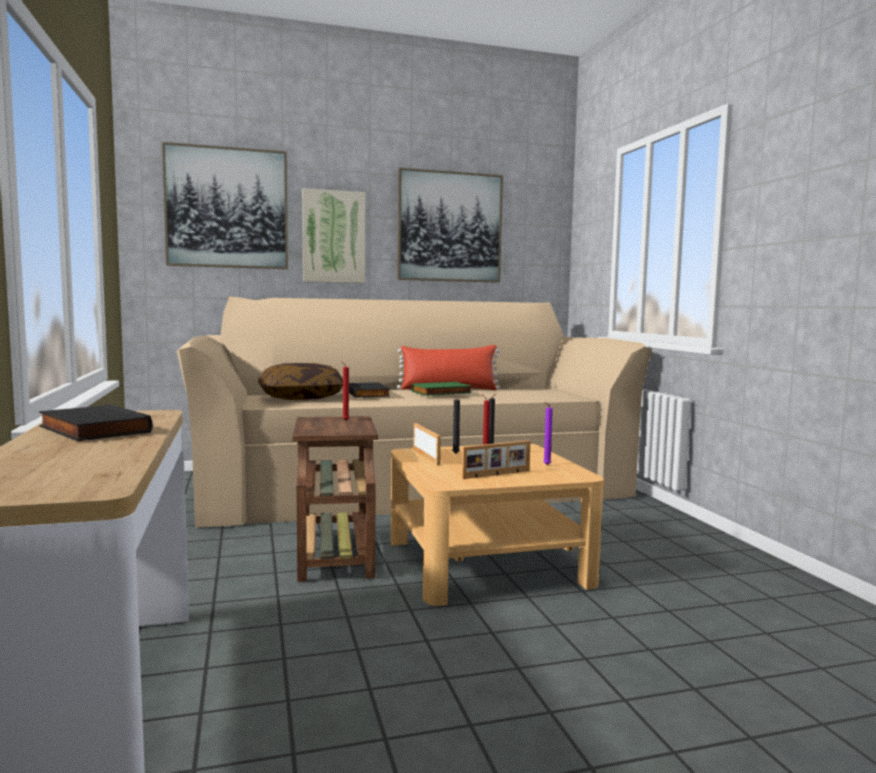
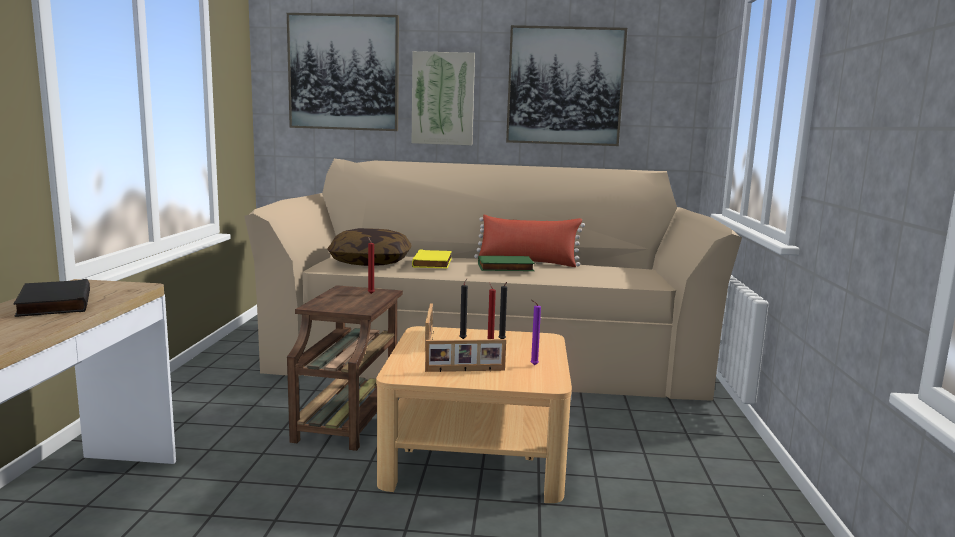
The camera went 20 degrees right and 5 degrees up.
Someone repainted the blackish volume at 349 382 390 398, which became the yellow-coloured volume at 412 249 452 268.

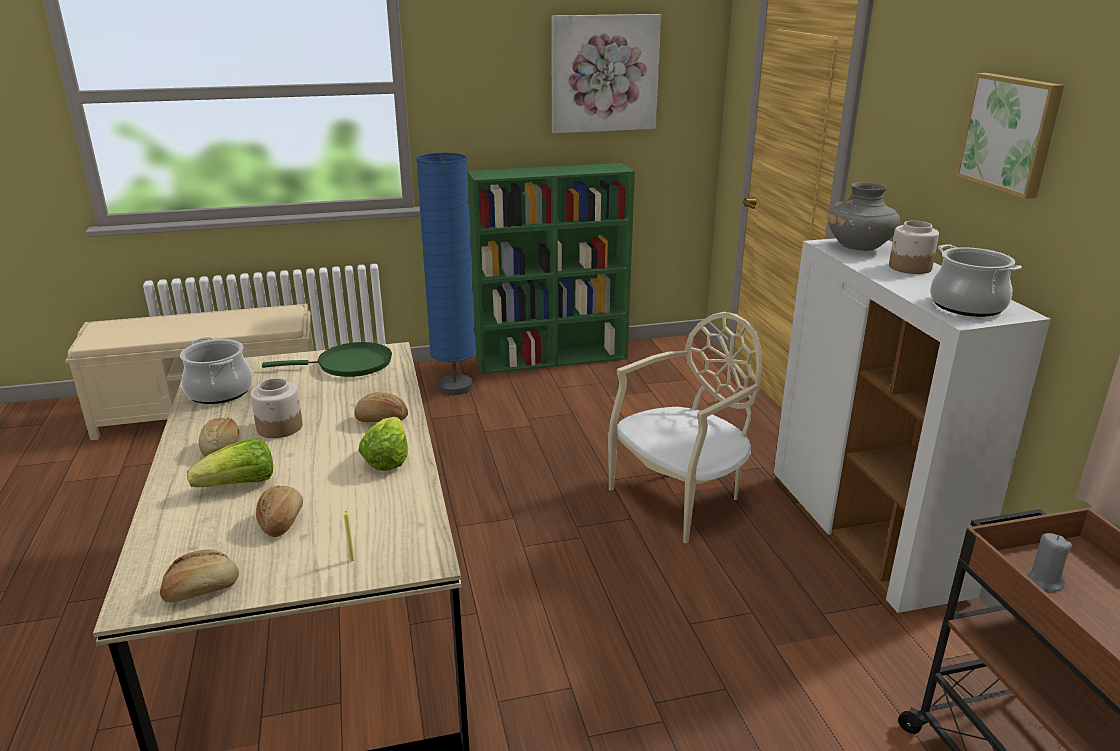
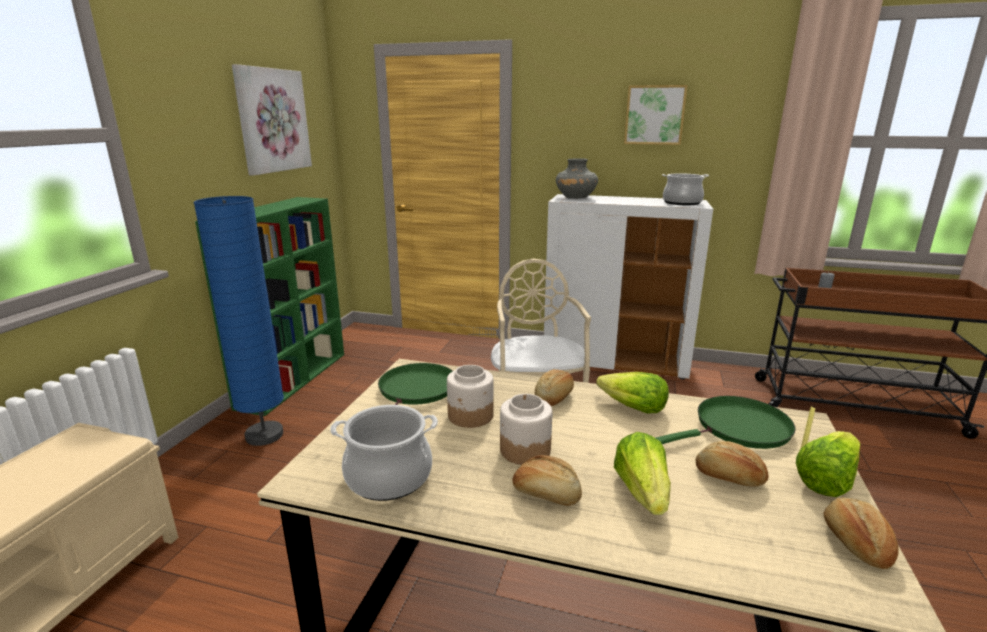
The camera went 60 degrees left and 5 degrees down.
Someone carried the preserve jar from 889 221 939 274 to 447 365 494 428.
Someone put down the greenish pan at 656 396 796 449.
Someone put down the lettuce at 796 431 860 497.

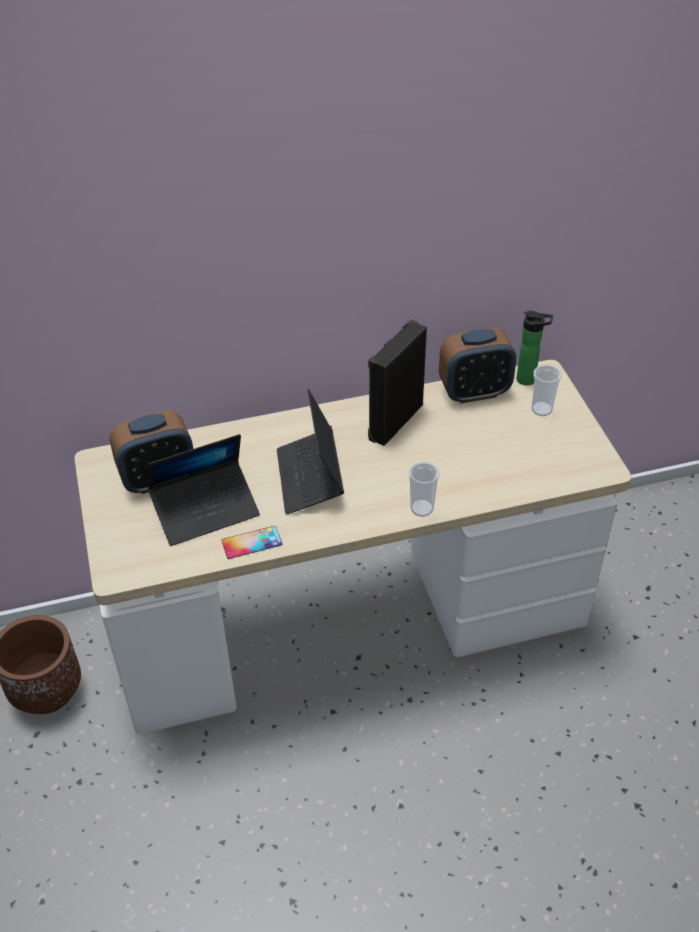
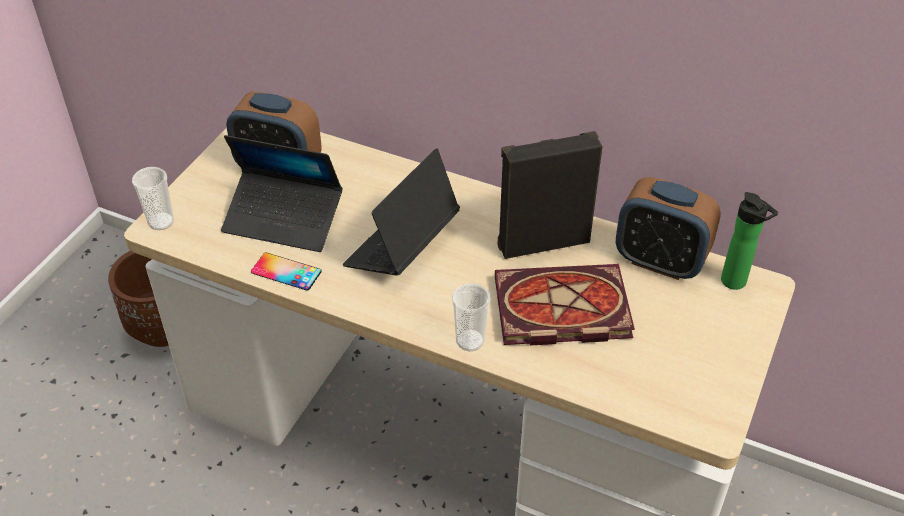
The camera went 40 degrees right and 0 degrees up.
Someone carried the cup from 531 364 562 416 to 132 167 174 230.
Someone put down the volume at 495 264 635 346.

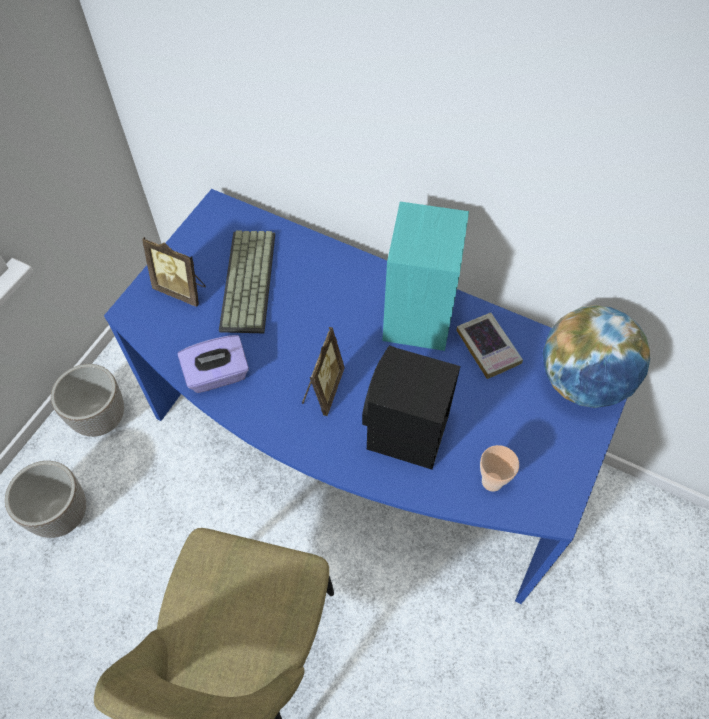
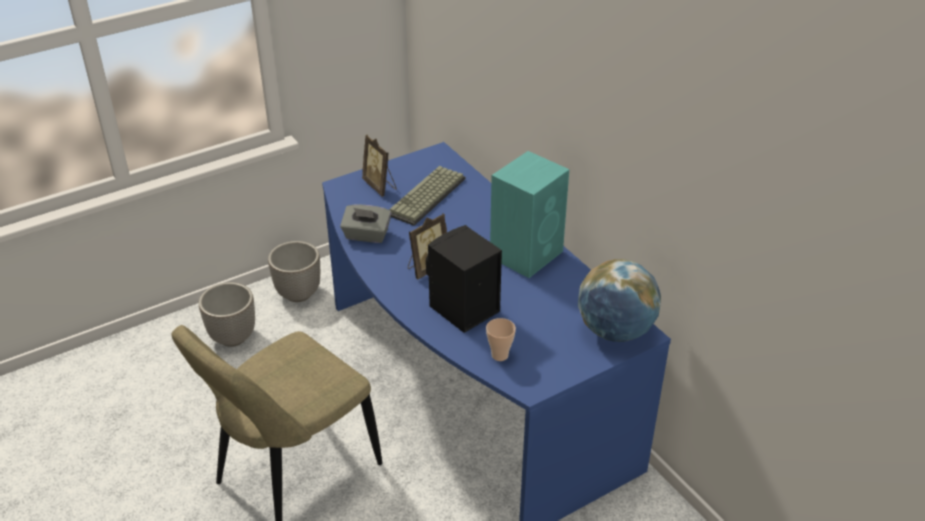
The camera went 30 degrees right and 20 degrees down.
Someone took away the volume at 457 313 523 379.
Someone repainted the purple-coloured tissue holder at 177 335 249 393, which became the grey tissue holder at 340 205 391 243.

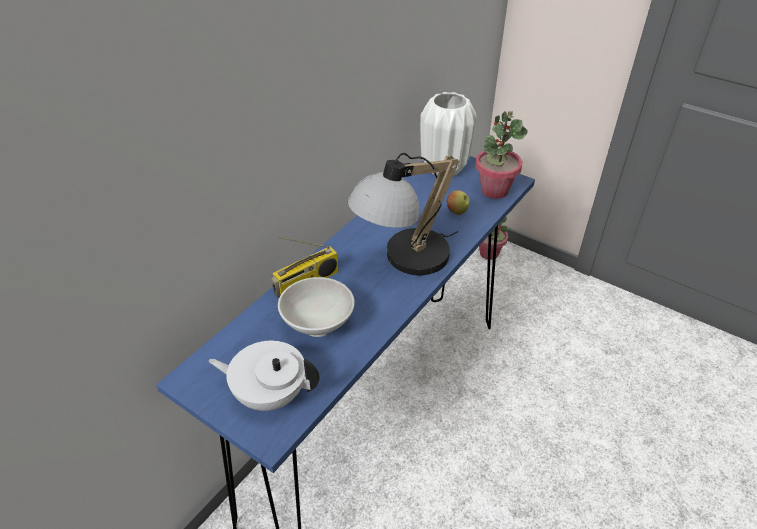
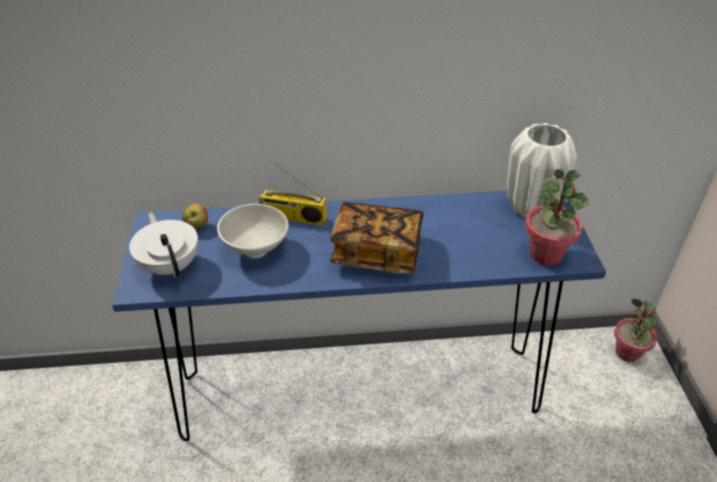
The camera went 50 degrees right and 0 degrees up.
Someone swapped the tabletop lamp at 348 153 459 275 for the volume at 330 202 424 274.
Someone carried the whole apple from 447 190 470 215 to 182 203 208 229.

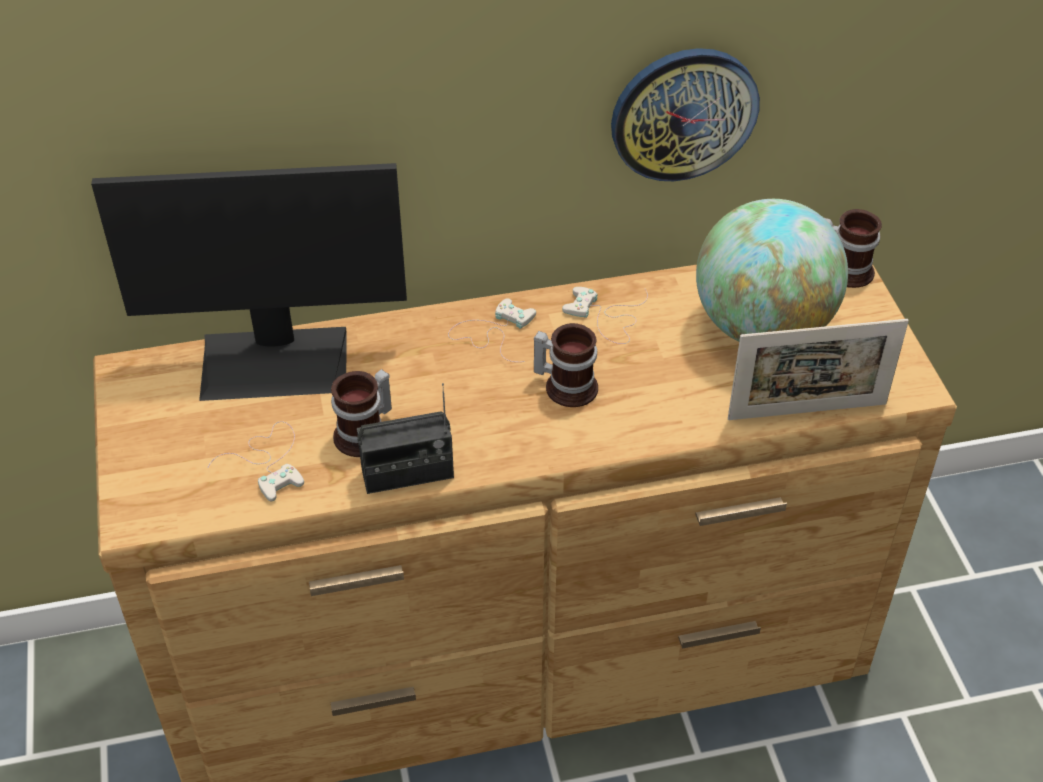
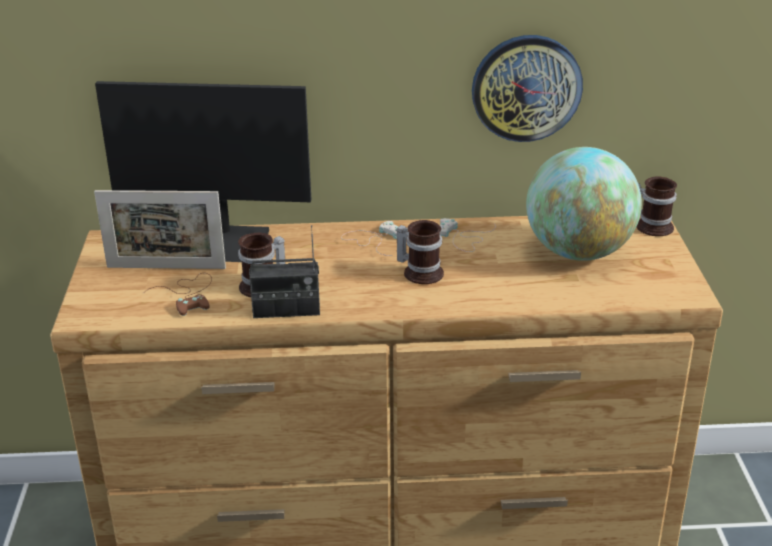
The camera went 10 degrees right and 15 degrees down.
Someone carried the standing frame from 728 319 909 420 to 94 190 226 269.
Someone repainted the white gamepad at 208 421 304 502, which became the brown gamepad at 145 273 212 316.

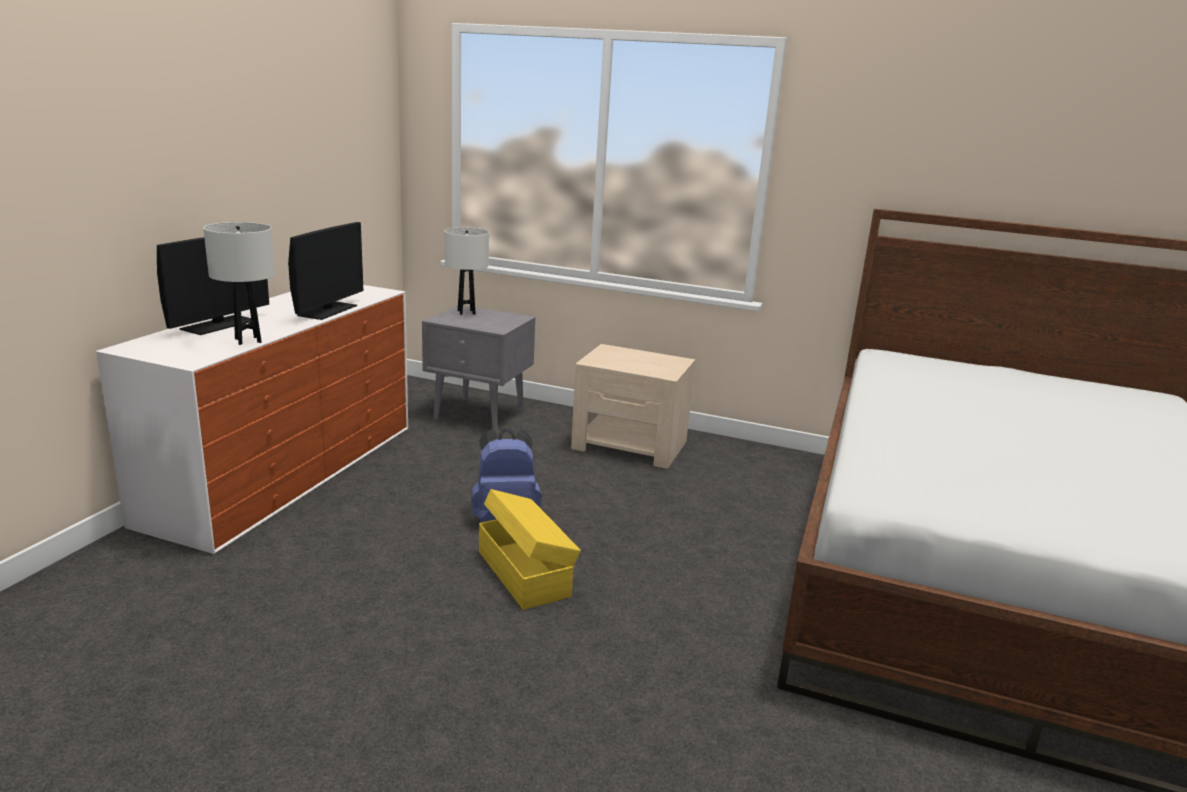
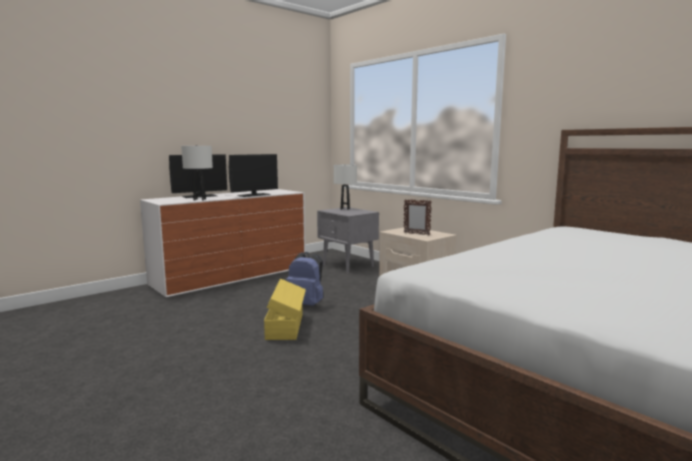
The camera went 30 degrees right and 10 degrees down.
Someone put down the standing frame at 404 199 431 235.

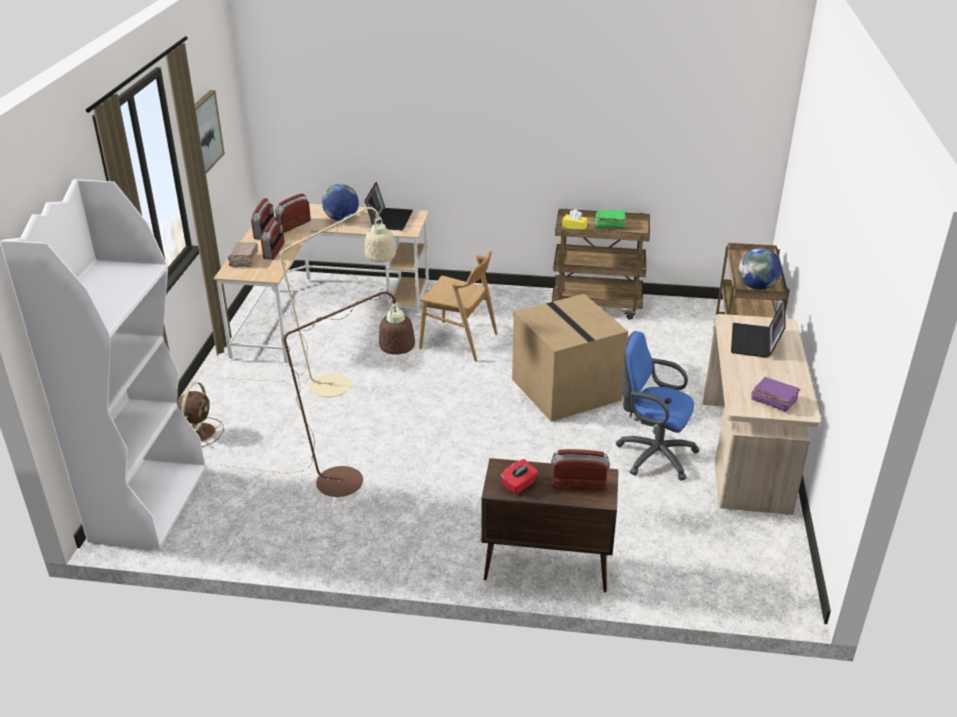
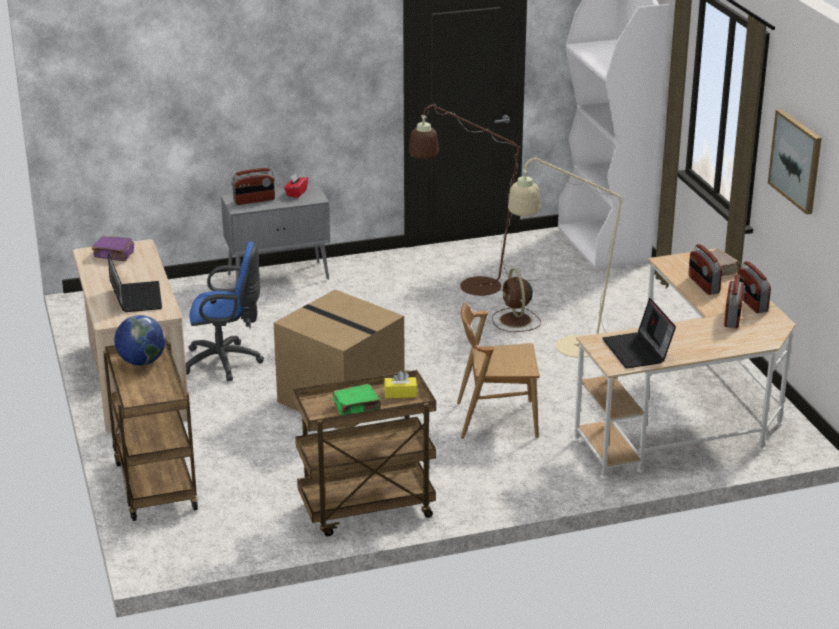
The camera went 155 degrees right and 5 degrees down.
Someone took away the globe at 322 184 359 221.
Someone carried the brown cooling fan from 177 382 224 447 to 492 269 541 332.
Someone repainted the brown storage cabinet at 481 458 618 592, which became the grey storage cabinet at 221 184 330 284.

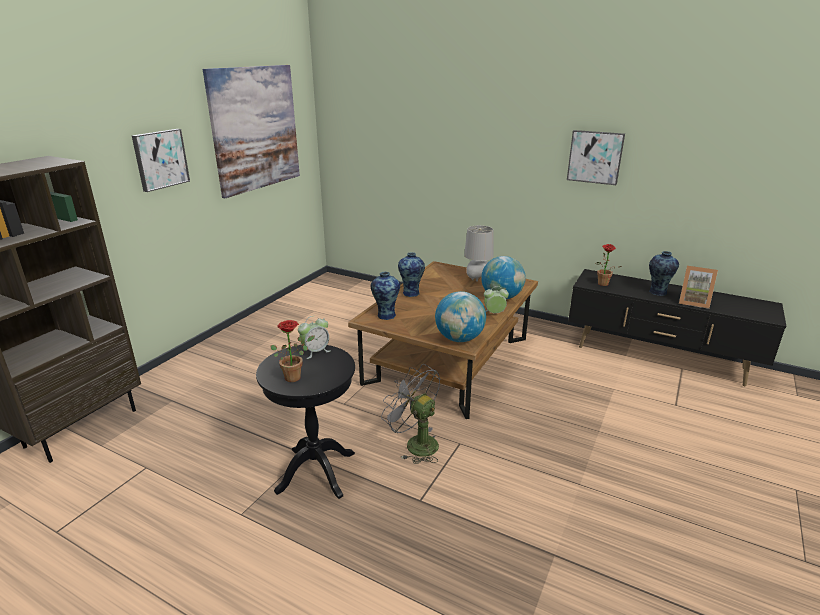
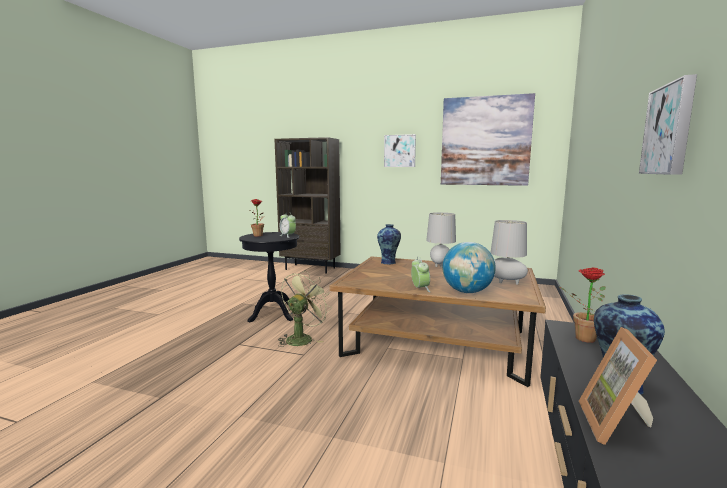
The camera went 80 degrees right and 15 degrees down.
Someone swapped the decorative vase at 398 252 425 297 for the grey tabletop lamp at 426 212 456 268.
Someone took away the globe at 435 291 486 342.
Someone repainted the grey cooling fan at 381 364 440 464, which became the greenish cooling fan at 278 270 332 347.

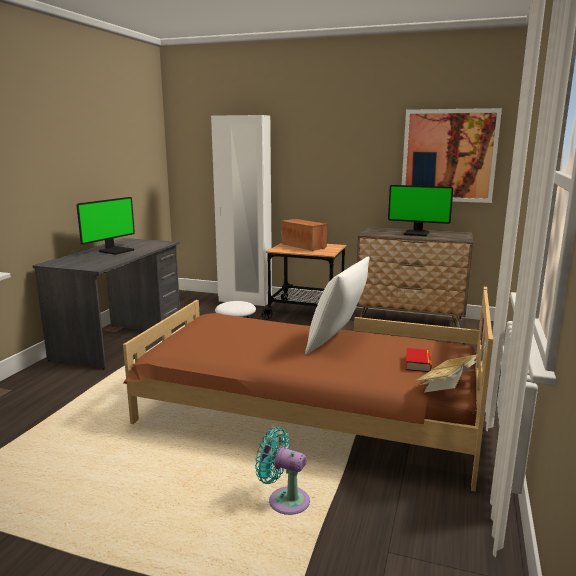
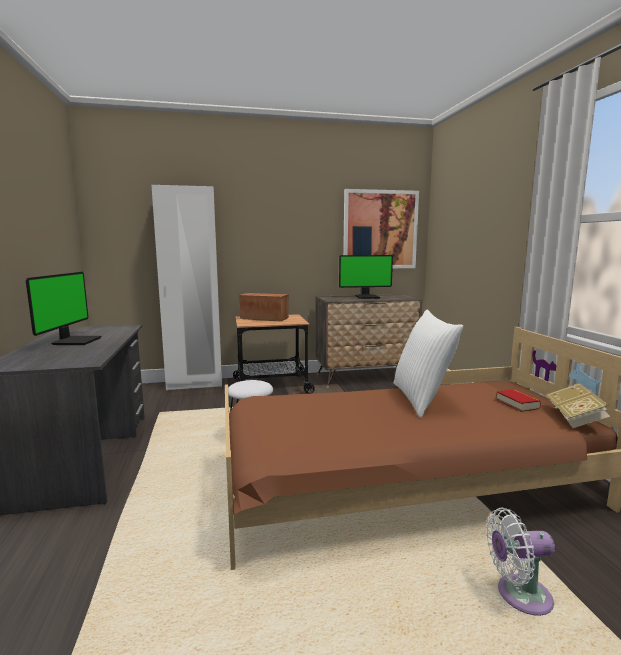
The camera went 30 degrees left and 5 degrees down.
Someone repainted the blue-green cooling fan at 255 427 310 515, which became the white cooling fan at 486 508 555 616.

